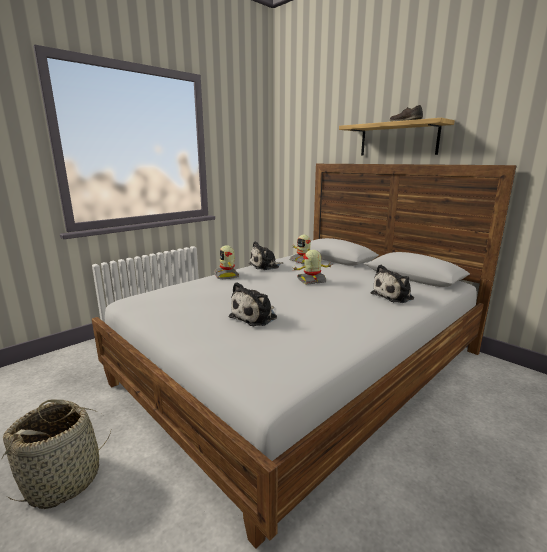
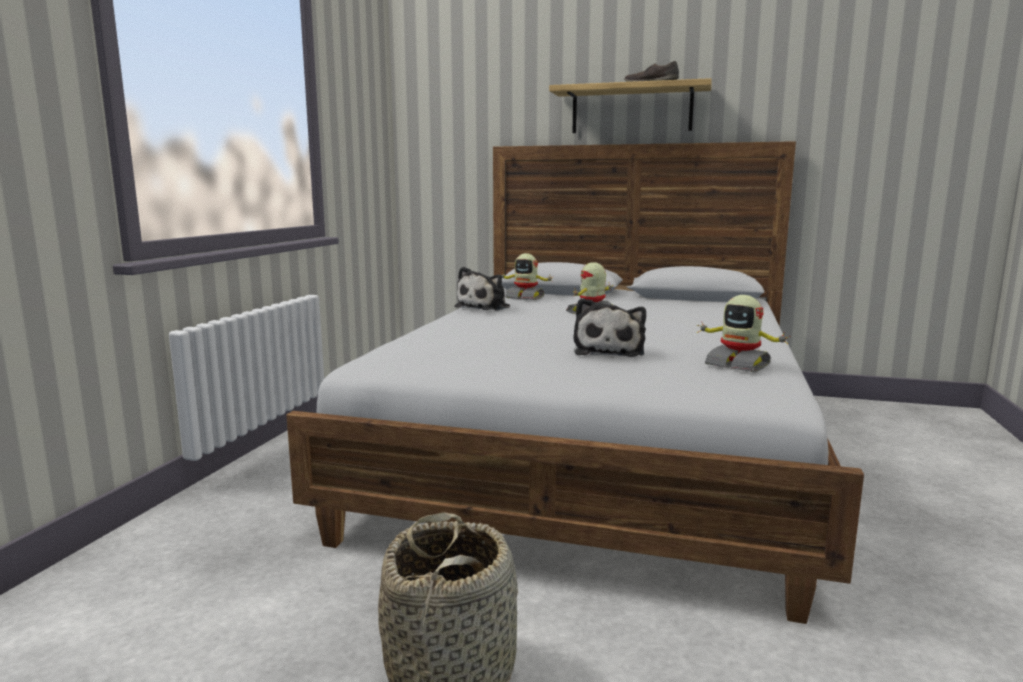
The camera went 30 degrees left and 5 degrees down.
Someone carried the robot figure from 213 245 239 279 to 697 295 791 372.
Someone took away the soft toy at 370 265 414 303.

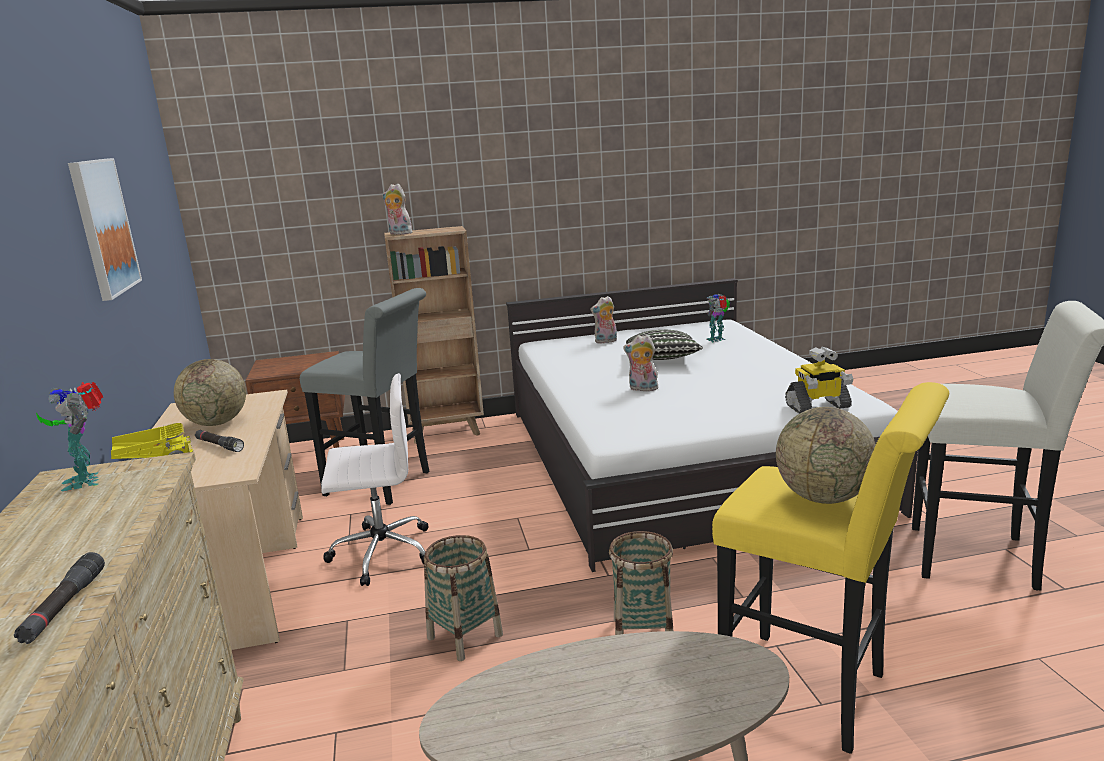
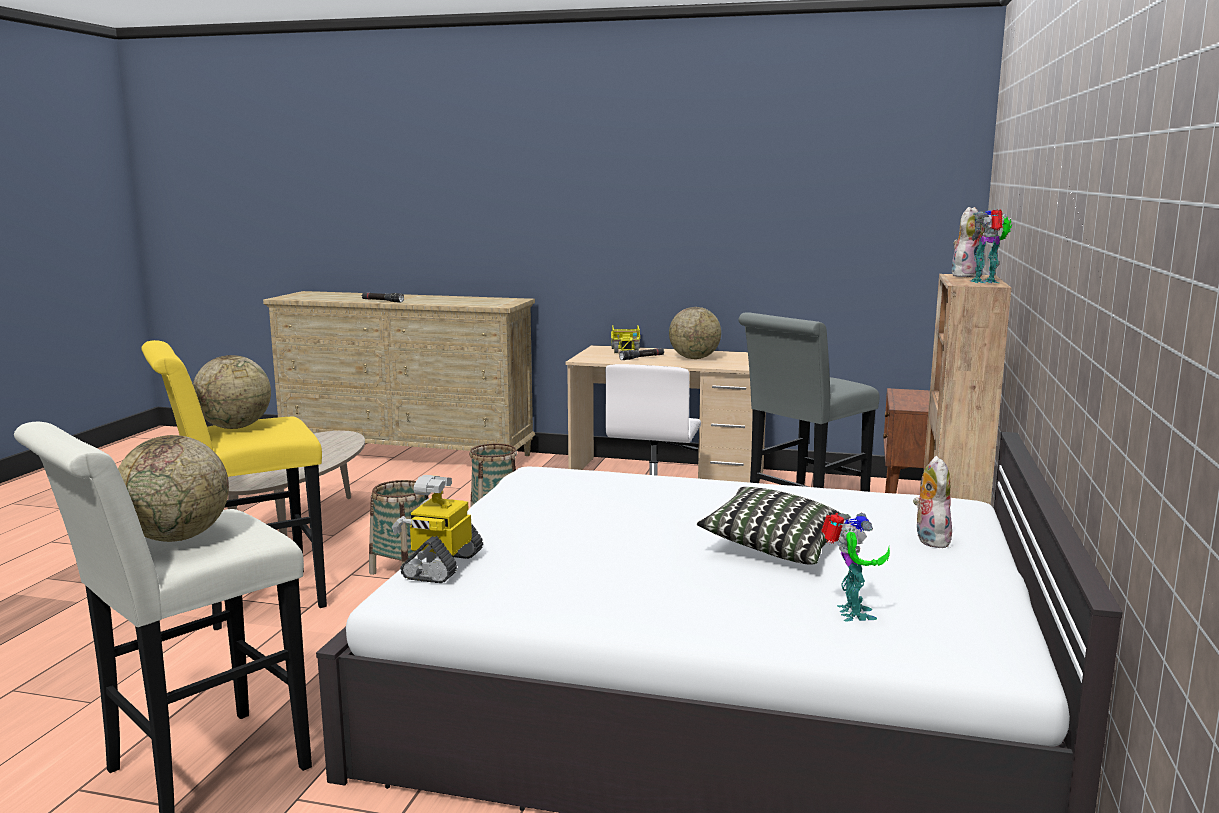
The camera went 115 degrees right and 5 degrees down.
Someone took away the wall picture at 68 158 142 301.
Someone took away the soft toy at 623 335 658 391.
Someone carried the robot figure from 36 382 103 491 to 970 209 1012 283.
Someone put down the globe at 118 435 229 542.

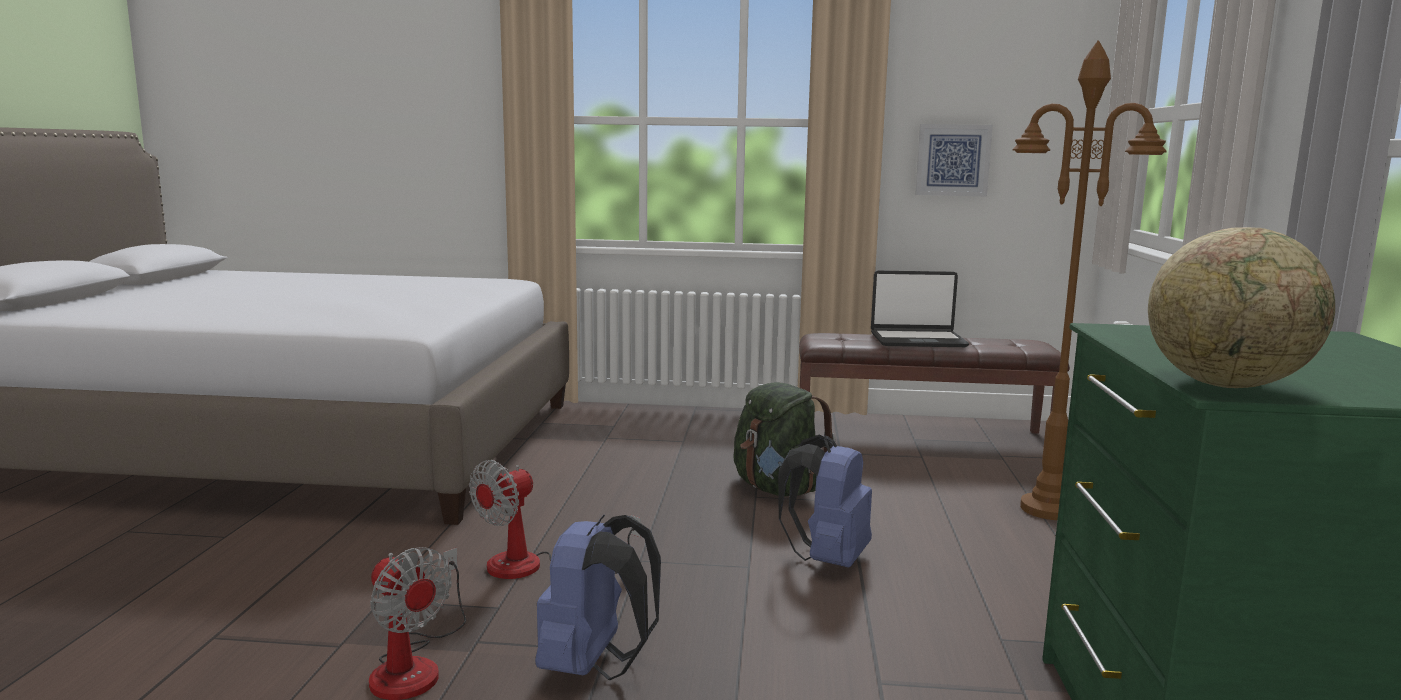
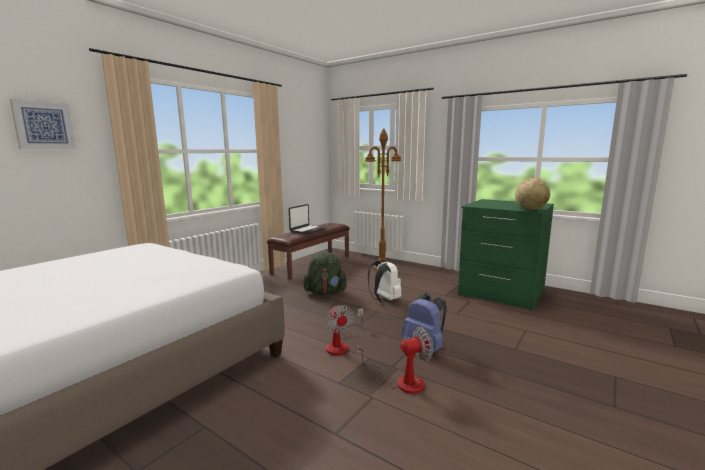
The camera went 60 degrees left and 0 degrees up.
Someone carried the wall picture from 915 124 993 196 to 10 99 76 149.
Someone repainted the bluish knapsack at 778 434 872 568, which became the white knapsack at 368 260 402 303.

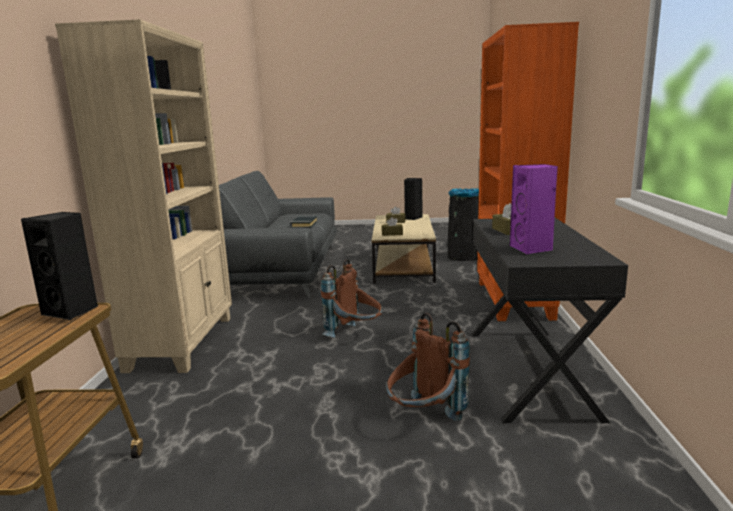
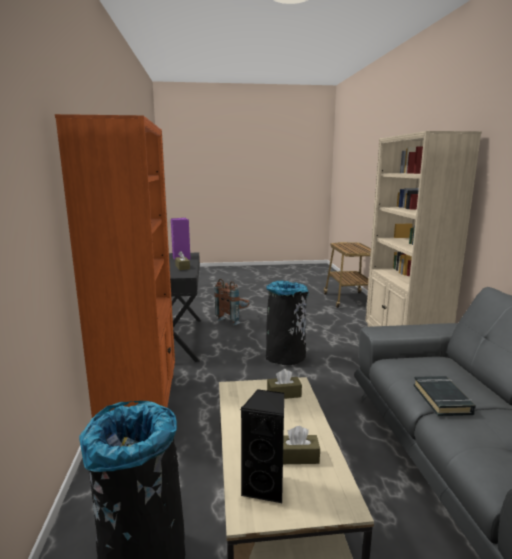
The camera went 170 degrees right and 0 degrees up.
Someone took away the blackish audio speaker at 21 212 98 321.
Someone swapped the brown knapsack at 321 259 382 338 for the blackish trash can at 266 281 309 365.

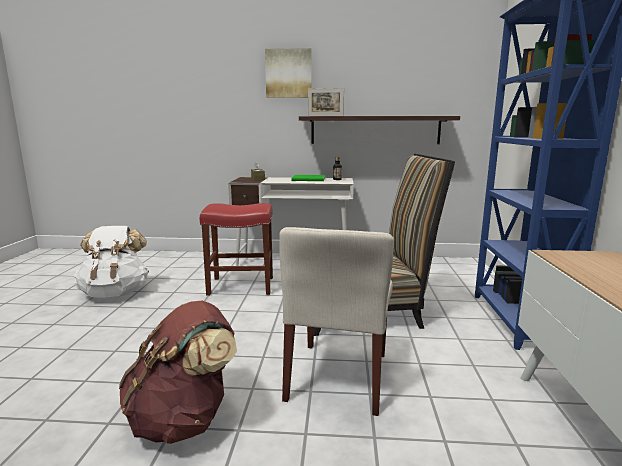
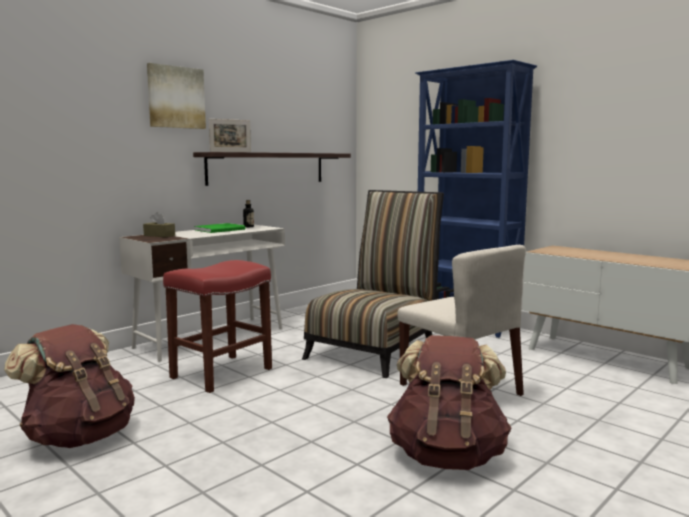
The camera went 50 degrees left and 5 degrees down.
Someone repainted the white knapsack at 74 226 149 297, which became the brown knapsack at 4 324 135 448.

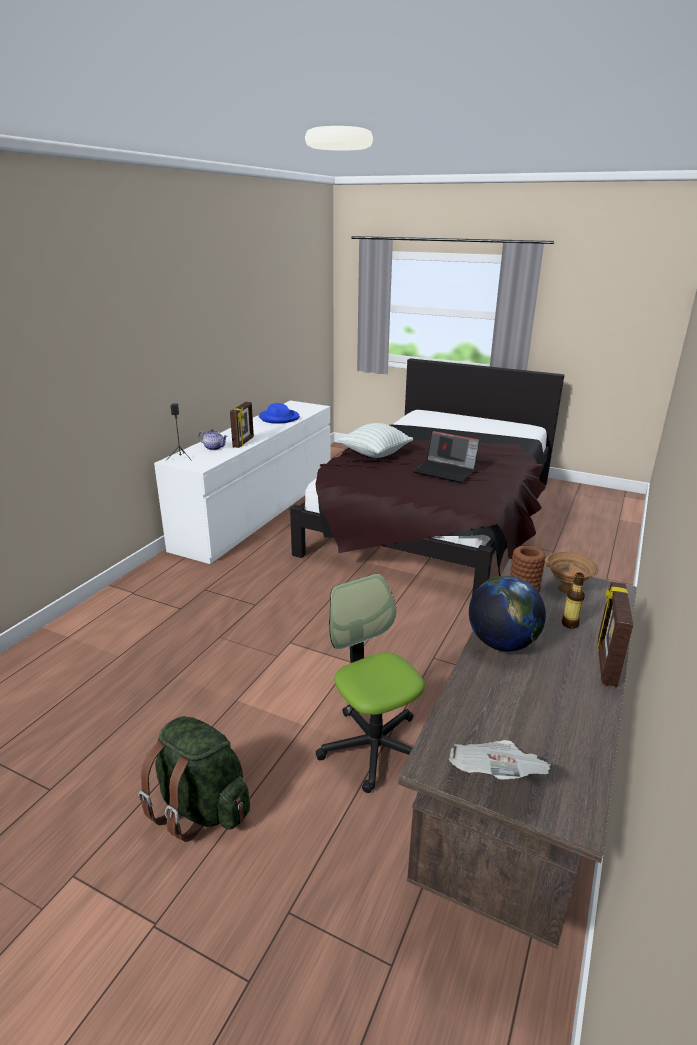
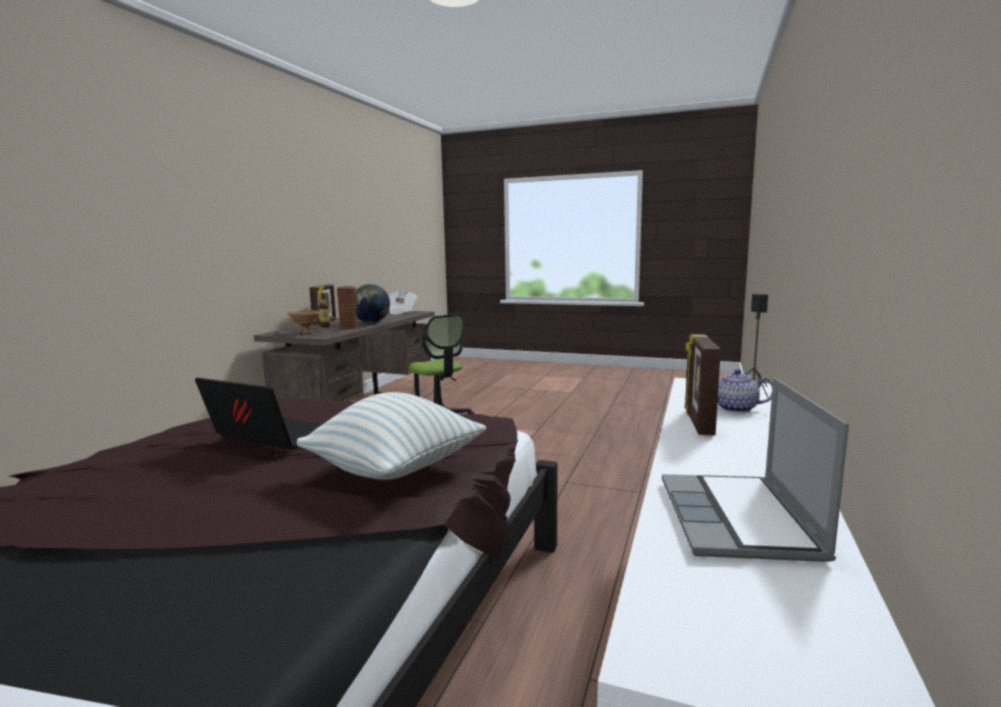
The camera went 175 degrees right and 15 degrees down.
Someone swapped the bluish hat at 259 403 300 424 for the laptop at 662 378 849 562.
Someone took away the greenish knapsack at 138 716 250 842.

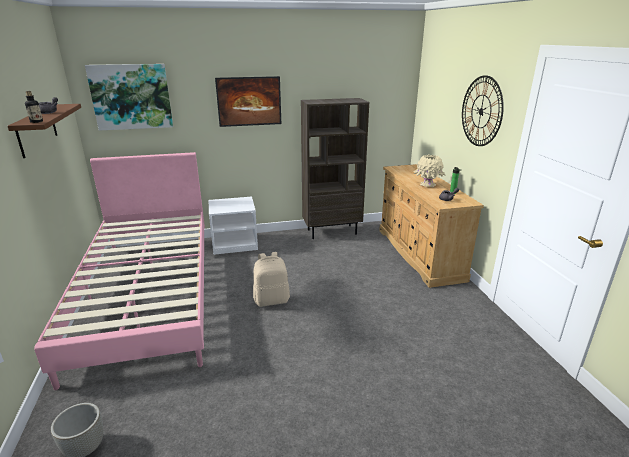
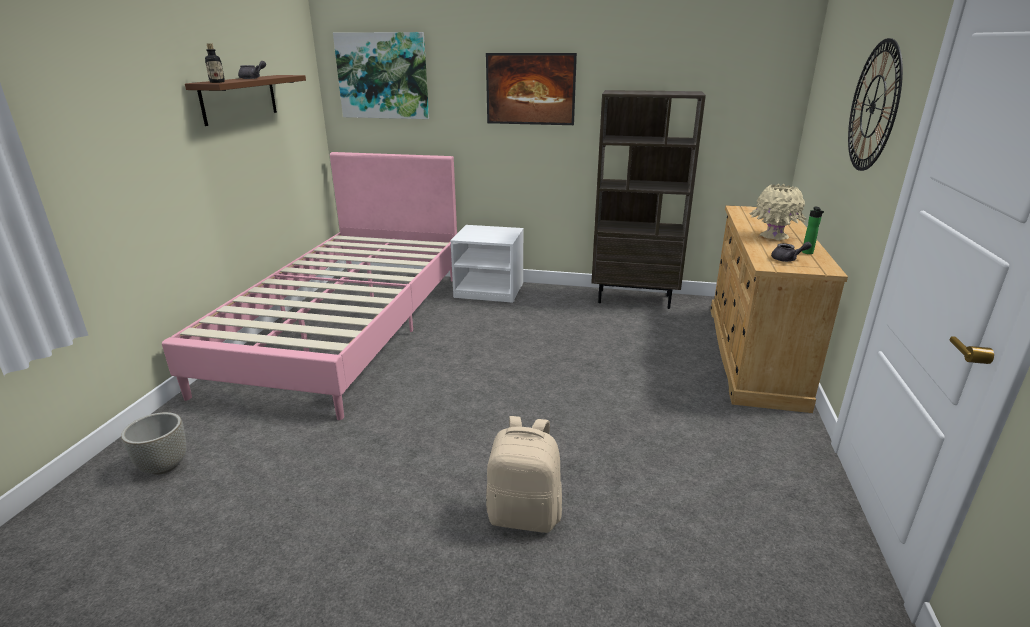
The camera went 25 degrees right and 0 degrees up.
Someone carried the sand-coloured knapsack from 253 252 290 307 to 486 416 562 533.

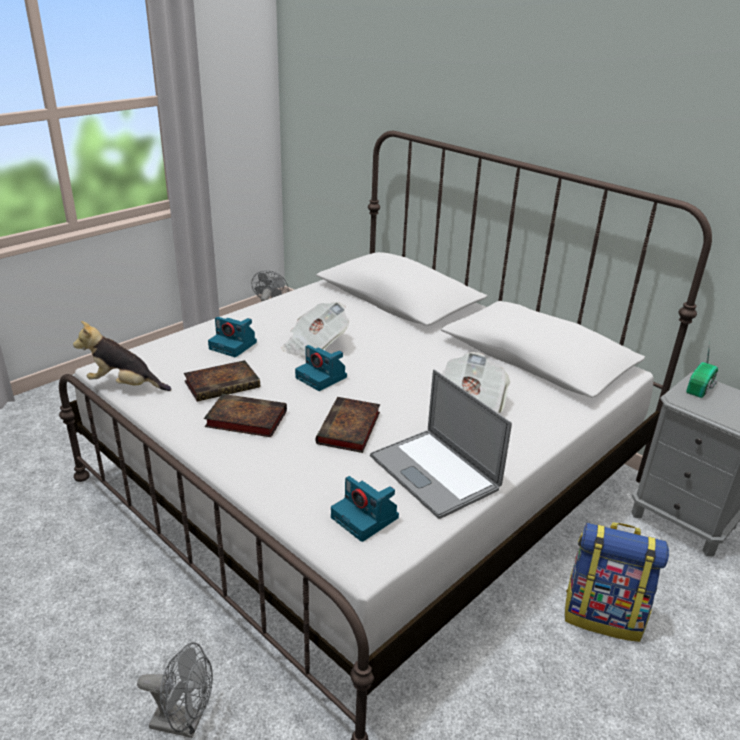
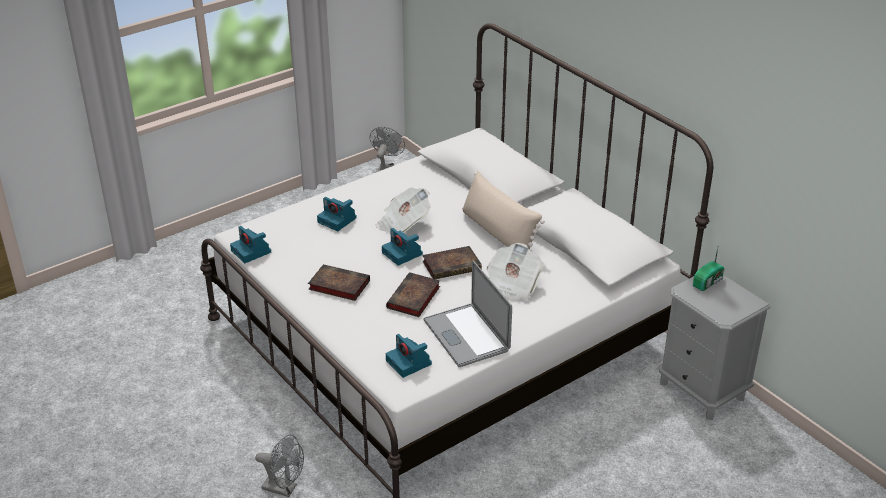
The camera went 10 degrees right and 5 degrees up.
Someone swapped the soft toy at 73 321 171 391 for the still camera at 230 226 271 263.
Someone carried the volume from 184 360 260 402 to 422 246 482 279.
Someone took away the knapsack at 565 522 669 642.
Someone put down the sand-coloured pillow at 462 171 545 249.

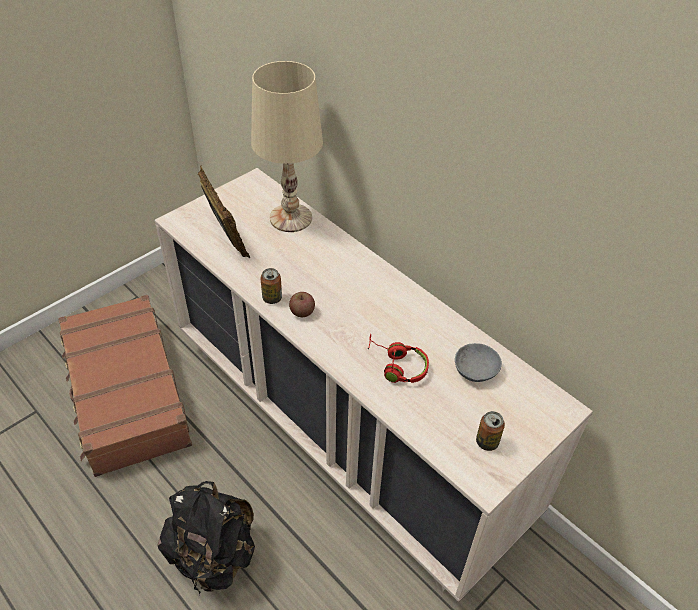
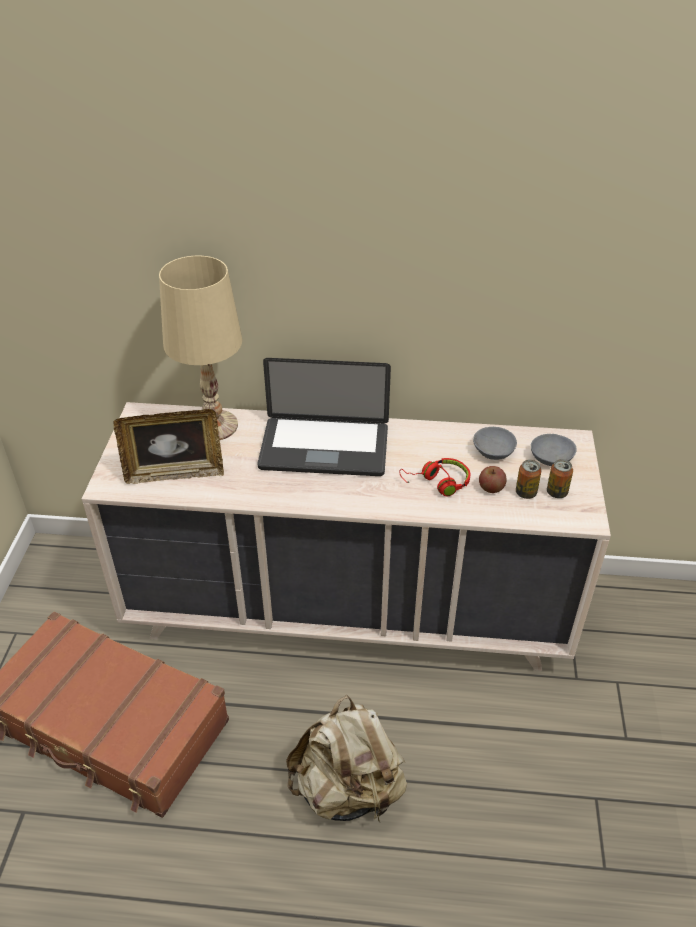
The camera went 40 degrees left and 5 degrees down.
Someone rotated the standing frame at 198 166 250 258 by 150 degrees clockwise.
Someone carried the metal can from 260 268 282 304 to 516 460 541 499.
Someone carried the whole apple from 289 292 315 317 to 479 466 507 493.
Someone repainted the blackish knapsack at 157 481 255 595, which became the sand-coloured knapsack at 286 695 407 822.
Someone put down the laptop at 257 358 391 476.
Someone put down the grey deep dish at 531 434 577 466.

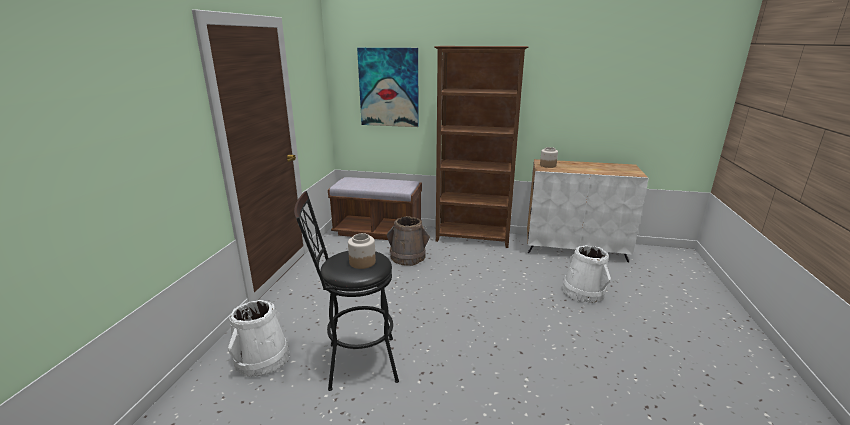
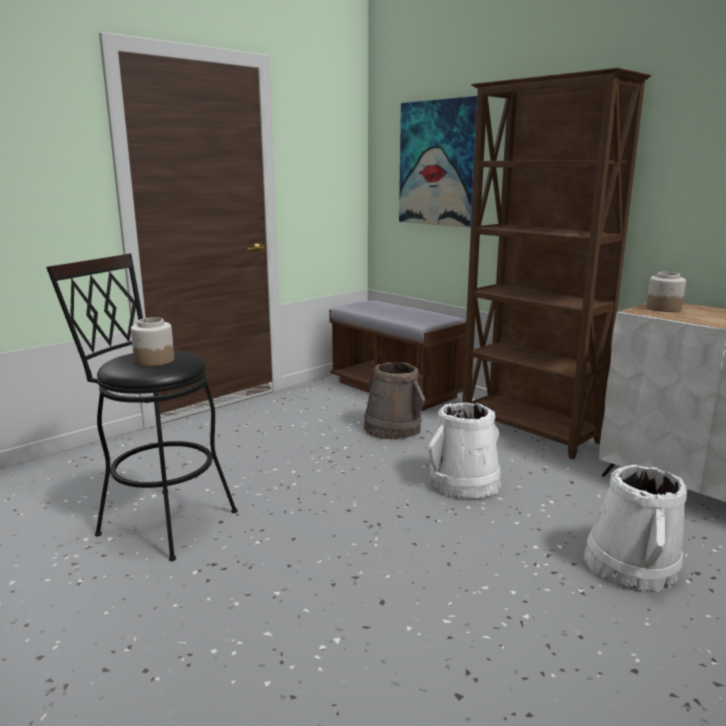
The camera went 35 degrees right and 5 degrees down.
Someone carried the white bucket from 228 300 290 377 to 428 403 501 499.

